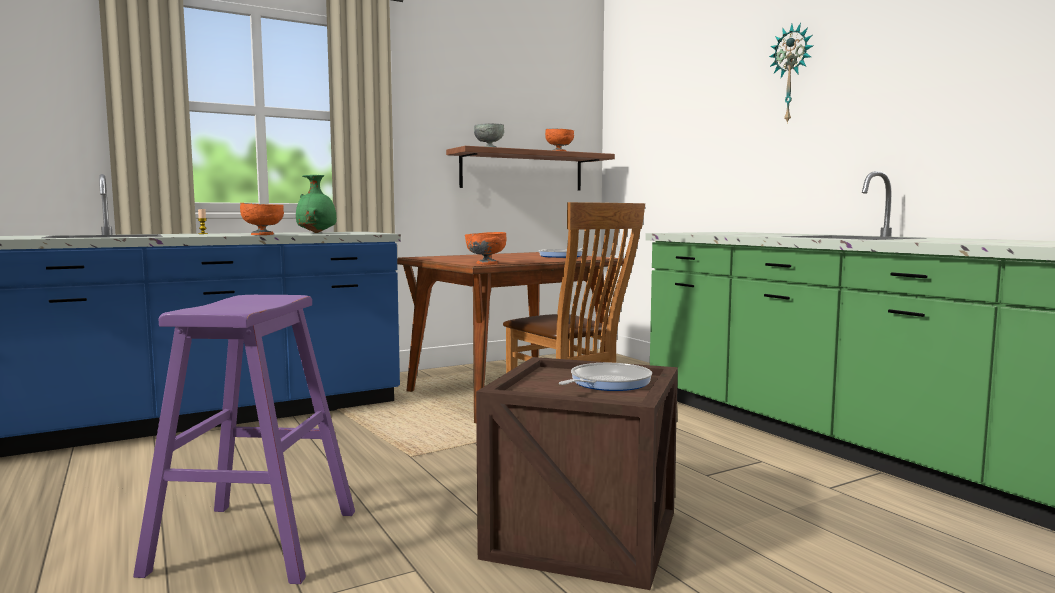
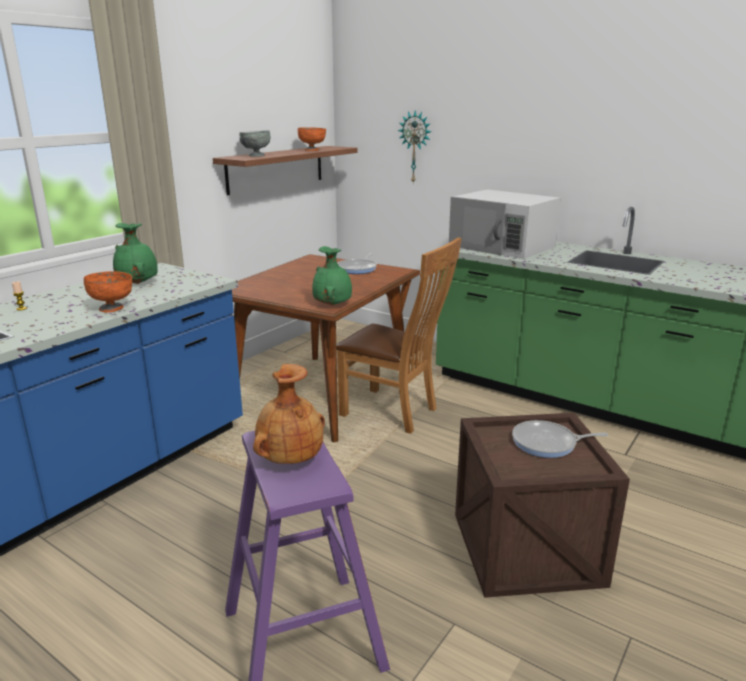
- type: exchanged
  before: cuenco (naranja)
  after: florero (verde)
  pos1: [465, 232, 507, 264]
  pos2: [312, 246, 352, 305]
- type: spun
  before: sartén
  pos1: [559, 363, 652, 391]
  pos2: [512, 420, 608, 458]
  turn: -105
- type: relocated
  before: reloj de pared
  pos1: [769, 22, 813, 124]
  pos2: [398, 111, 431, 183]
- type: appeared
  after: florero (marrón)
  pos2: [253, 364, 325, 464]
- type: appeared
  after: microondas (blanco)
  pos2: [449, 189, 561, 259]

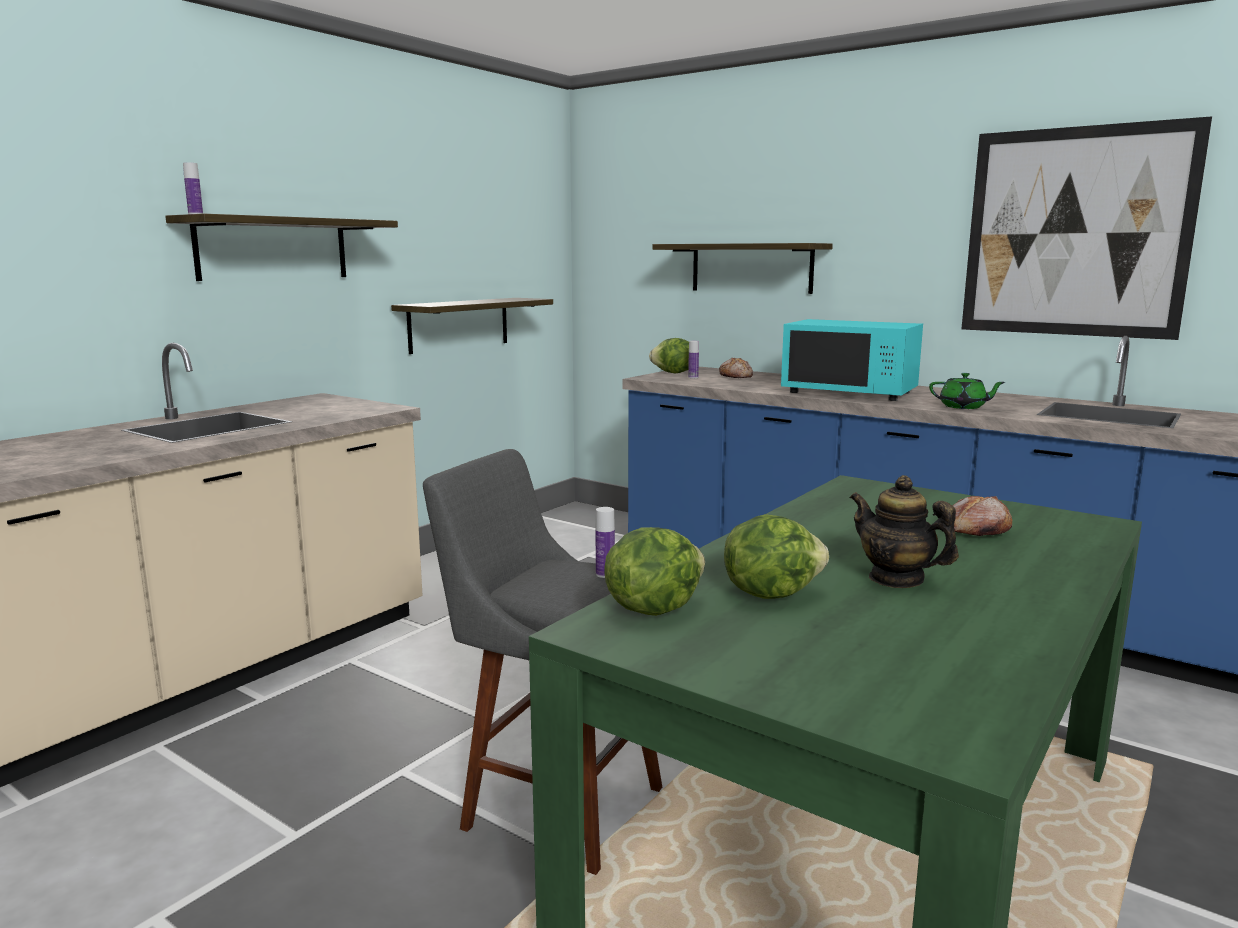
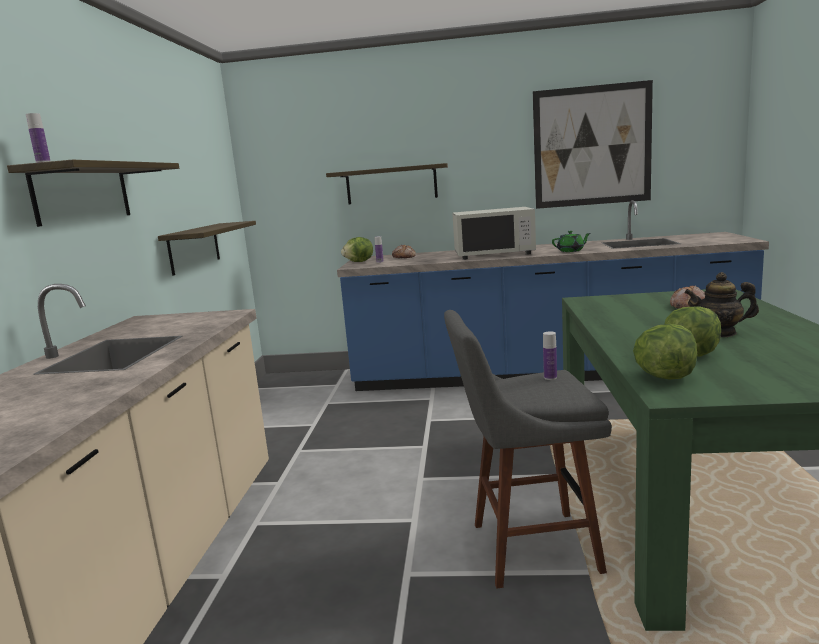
- type: colour
  before: microondas (turquesa)
  after: microondas (blanco)
  pos1: [781, 319, 923, 401]
  pos2: [452, 207, 536, 260]

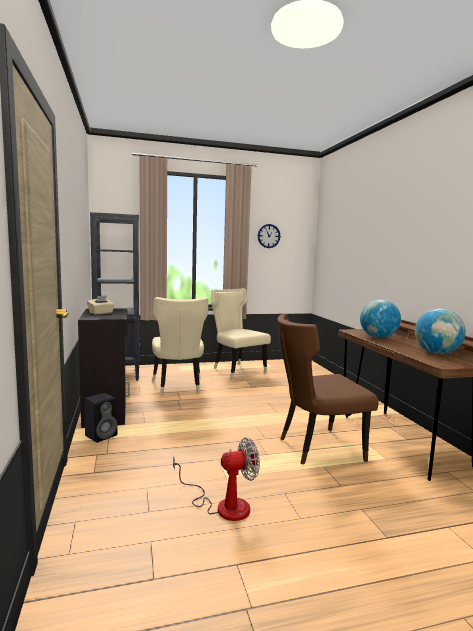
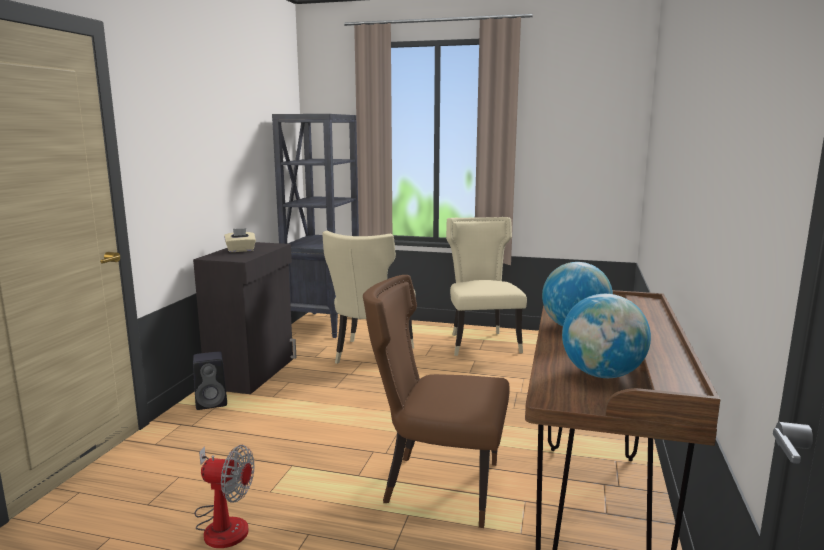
- type: missing
  before: reloj de pared
  pos1: [258, 224, 280, 248]

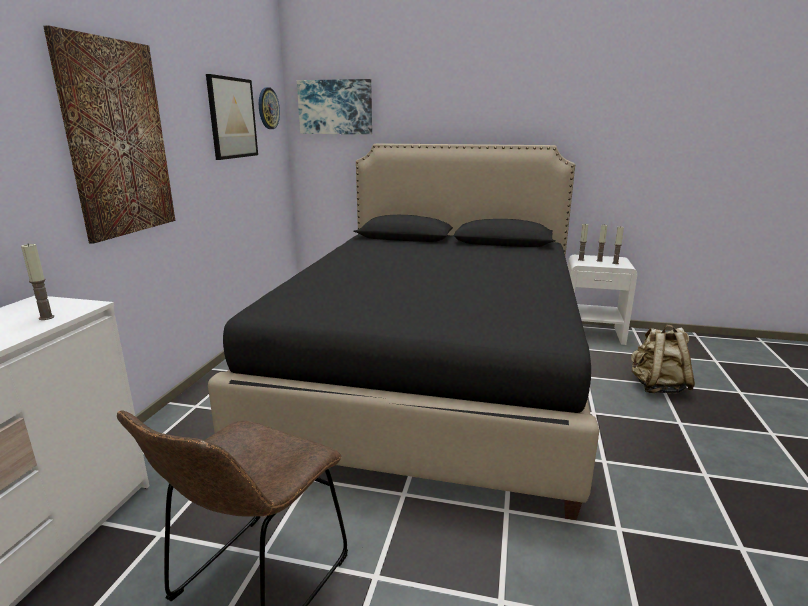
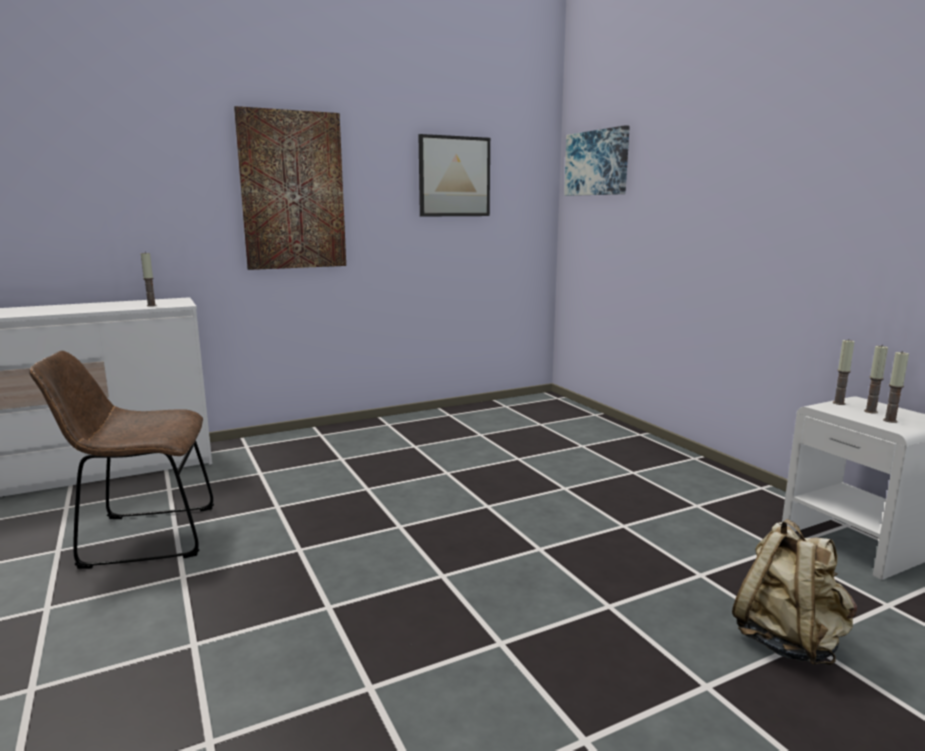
- type: missing
  before: cama (negro)
  pos1: [208, 143, 599, 520]
- type: missing
  before: reloj de pared
  pos1: [259, 87, 280, 129]

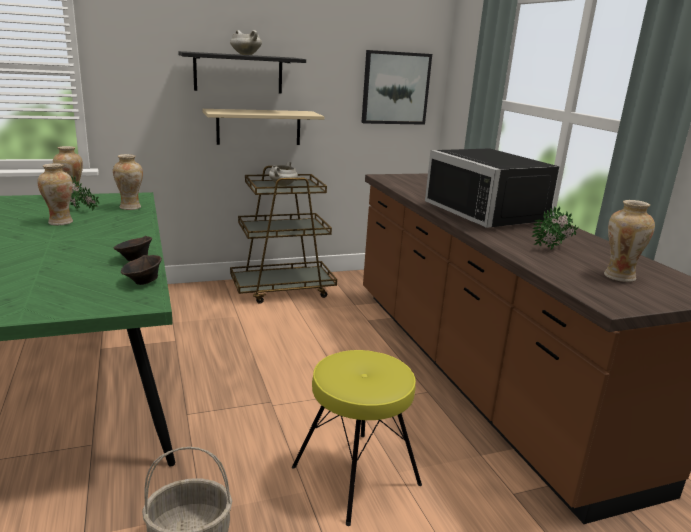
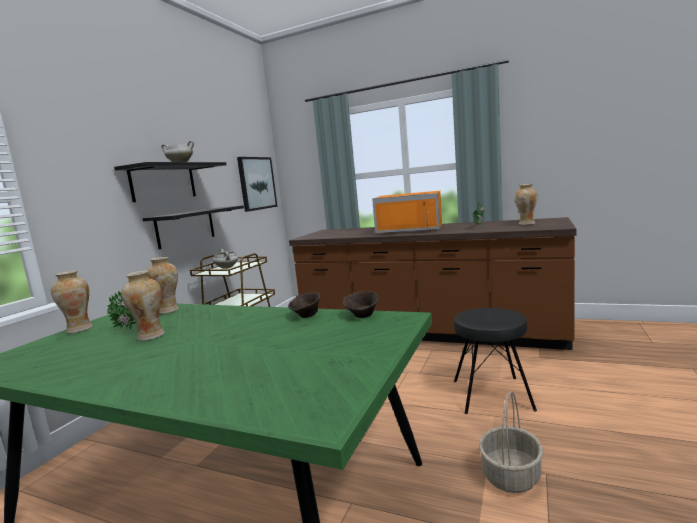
- type: colour
  before: estante (beis)
  after: estante (negro)
  pos1: [202, 109, 324, 145]
  pos2: [142, 206, 244, 249]
- type: colour
  before: taburete (amarillo)
  after: taburete (negro)
  pos1: [292, 350, 422, 526]
  pos2: [454, 308, 537, 414]
- type: colour
  before: microondas (negro)
  after: microondas (naranja)
  pos1: [425, 148, 559, 228]
  pos2: [372, 191, 442, 234]

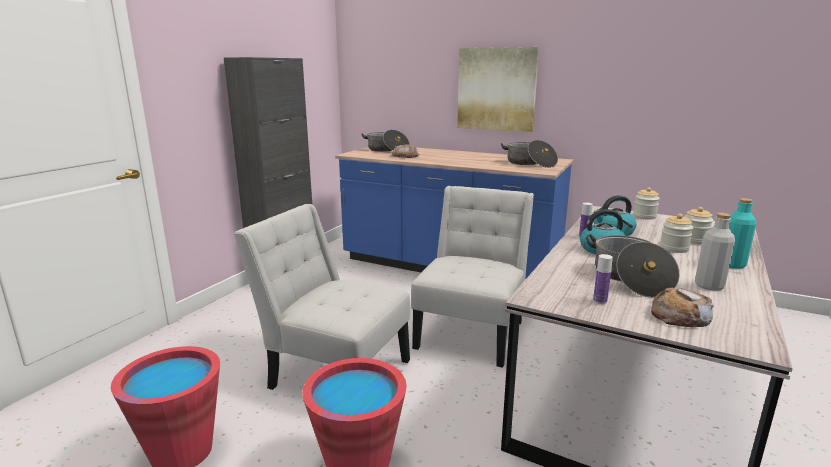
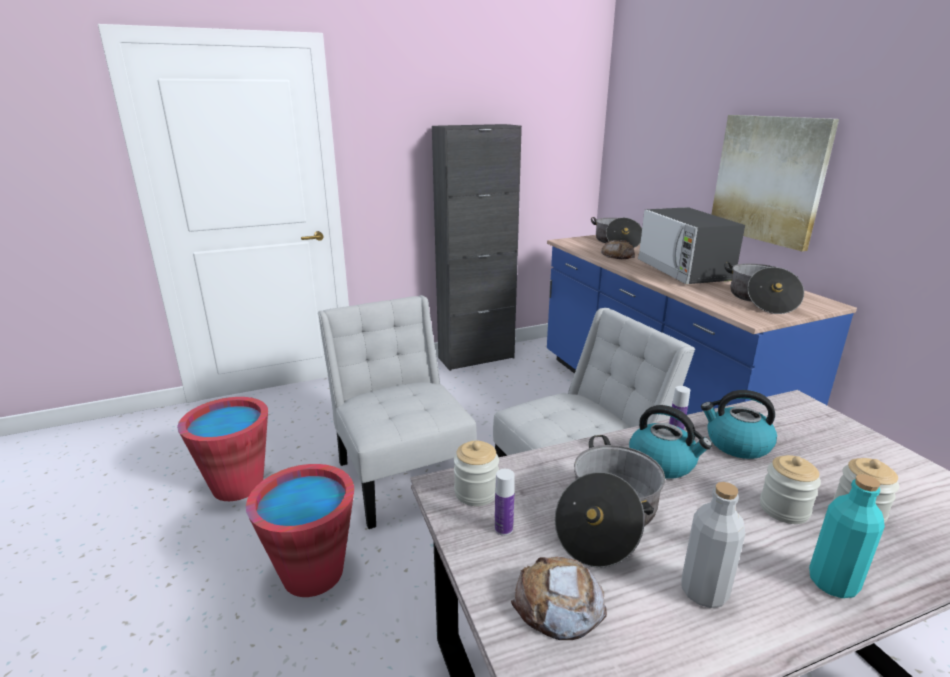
- type: relocated
  before: tarro
  pos1: [633, 187, 660, 220]
  pos2: [454, 441, 499, 506]
- type: appeared
  after: microondas
  pos2: [638, 207, 745, 284]

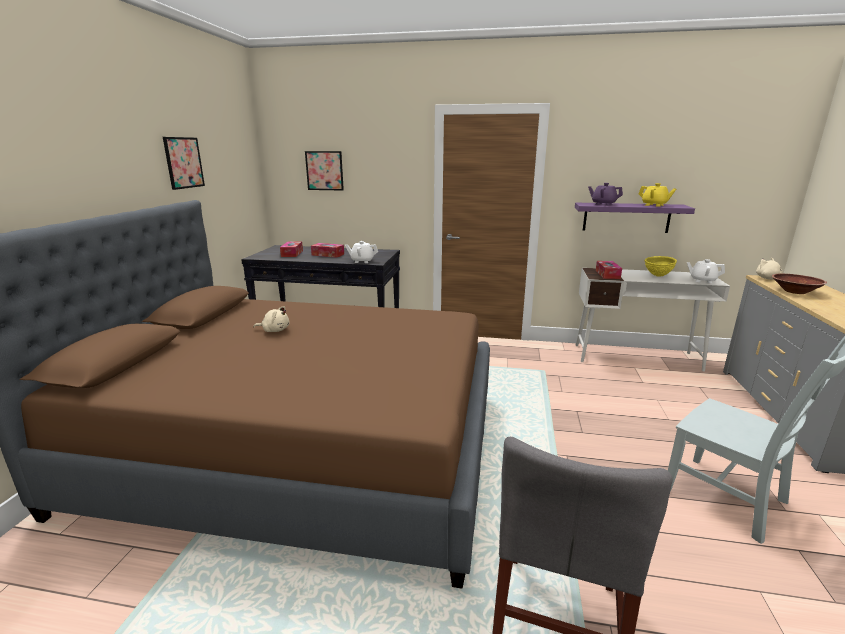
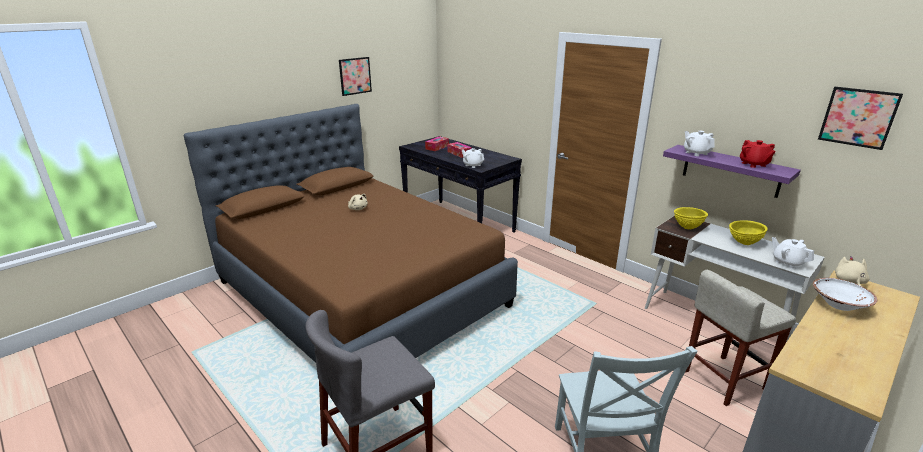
- type: relocated
  before: cuadro
  pos1: [305, 151, 344, 191]
  pos2: [818, 87, 903, 150]
- type: colour
  before: tetera (morado)
  after: tetera (blanco)
  pos1: [588, 183, 623, 206]
  pos2: [684, 131, 715, 156]
- type: exchanged
  before: caja de pañuelos
  after: cuenco (amarillo)
  pos1: [596, 261, 622, 279]
  pos2: [674, 207, 708, 229]
- type: colour
  before: tetera (amarillo)
  after: tetera (rojo)
  pos1: [638, 183, 676, 207]
  pos2: [740, 140, 776, 168]
- type: colour
  before: cuenco (marrón)
  after: cuenco (blanco)
  pos1: [772, 274, 827, 294]
  pos2: [813, 278, 877, 311]
- type: appeared
  after: taburete (beis)
  pos2: [685, 270, 796, 406]

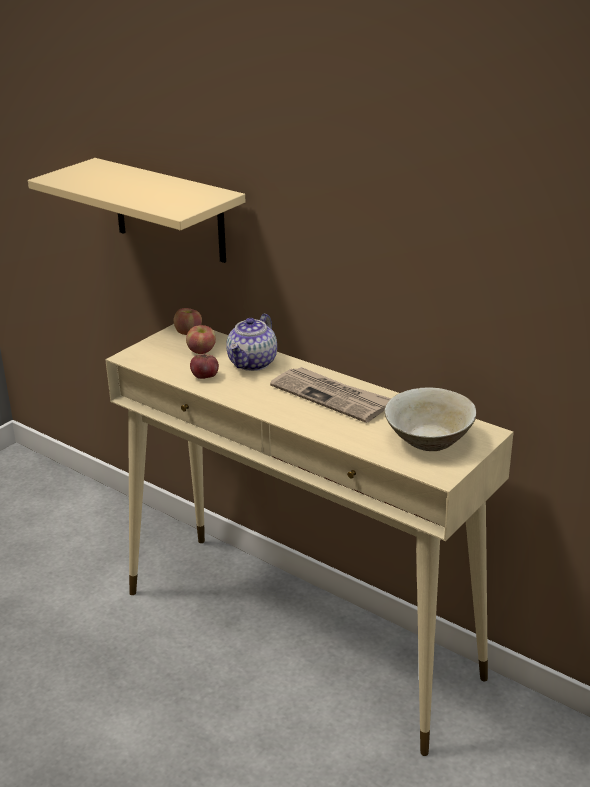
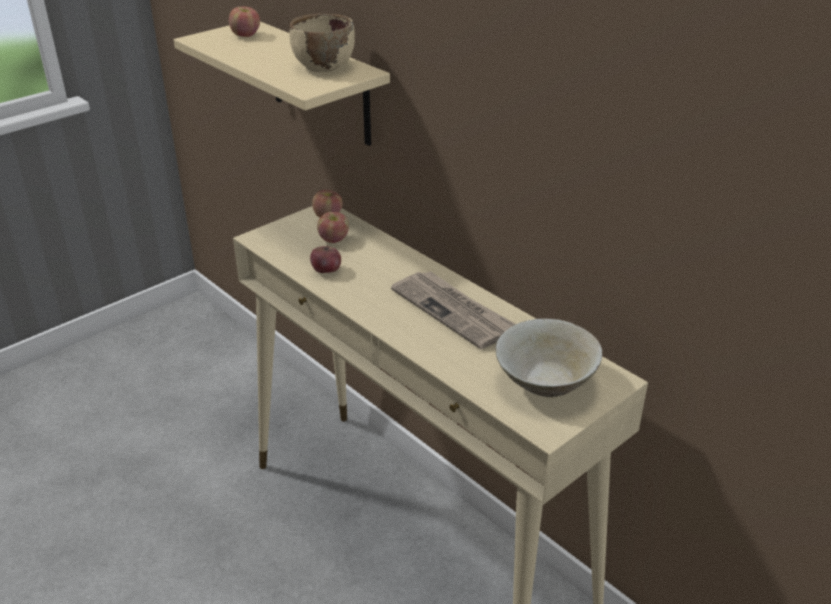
- type: missing
  before: tetera
  pos1: [226, 314, 277, 371]
- type: appeared
  after: manzana
  pos2: [229, 6, 260, 37]
- type: appeared
  after: cuenco (beis)
  pos2: [289, 14, 355, 72]

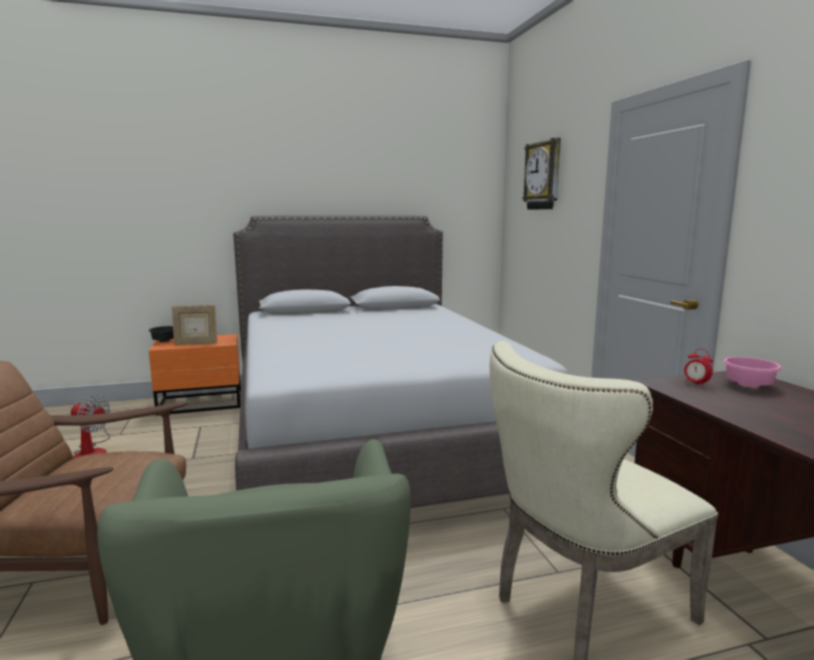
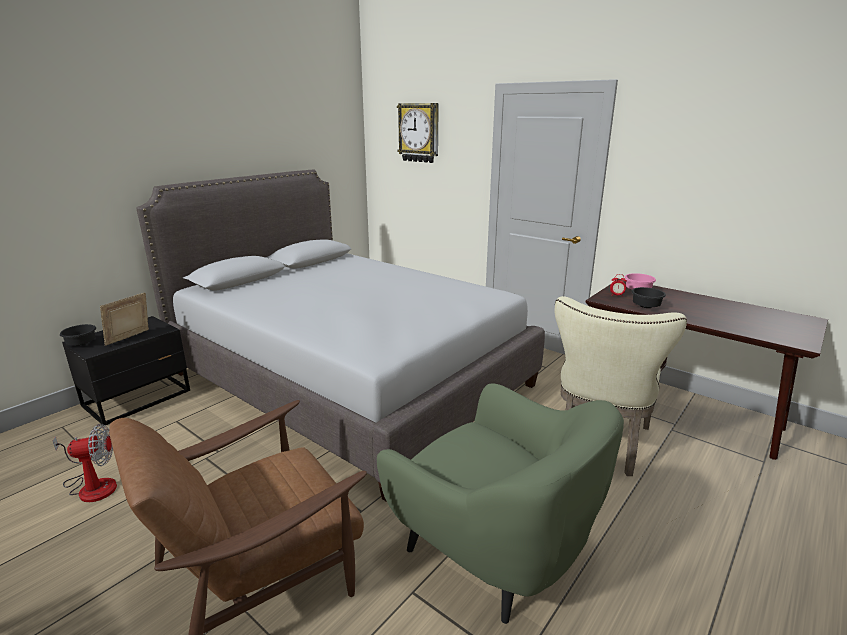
- type: colour
  before: mesita de noche (naranja)
  after: mesita de noche (negro)
  pos1: [149, 334, 241, 414]
  pos2: [62, 316, 190, 426]
- type: spun
  before: portarretratos
  pos1: [172, 305, 217, 345]
  pos2: [100, 293, 149, 346]
  turn: 150
- type: appeared
  after: cuenco (negro)
  pos2: [631, 287, 666, 308]

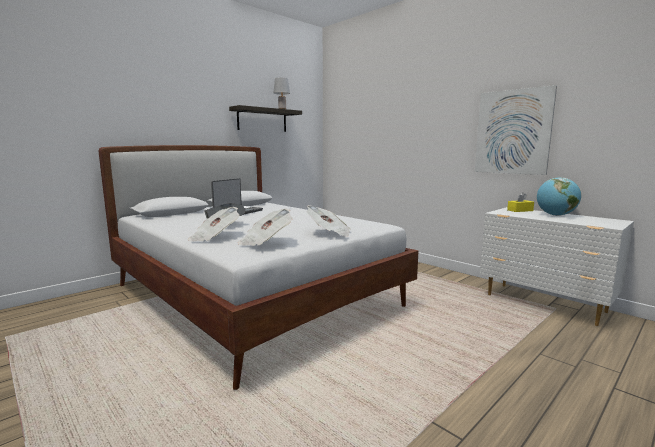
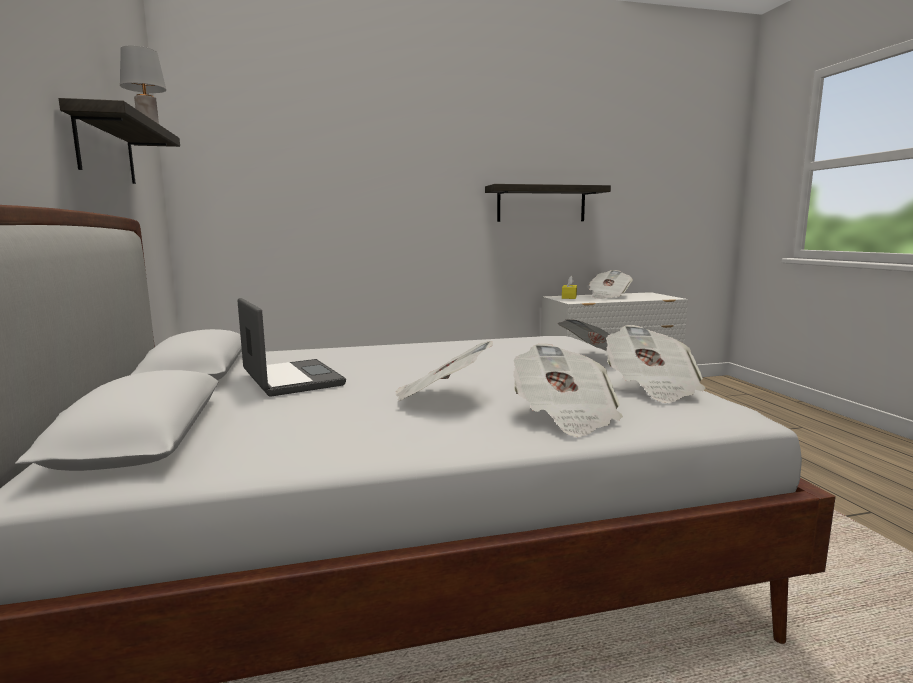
- type: exchanged
  before: cuadro
  after: estante
  pos1: [475, 85, 557, 175]
  pos2: [485, 184, 611, 222]
- type: exchanged
  before: globo terráqueo
  after: periódico
  pos1: [537, 177, 581, 216]
  pos2: [589, 270, 633, 299]

